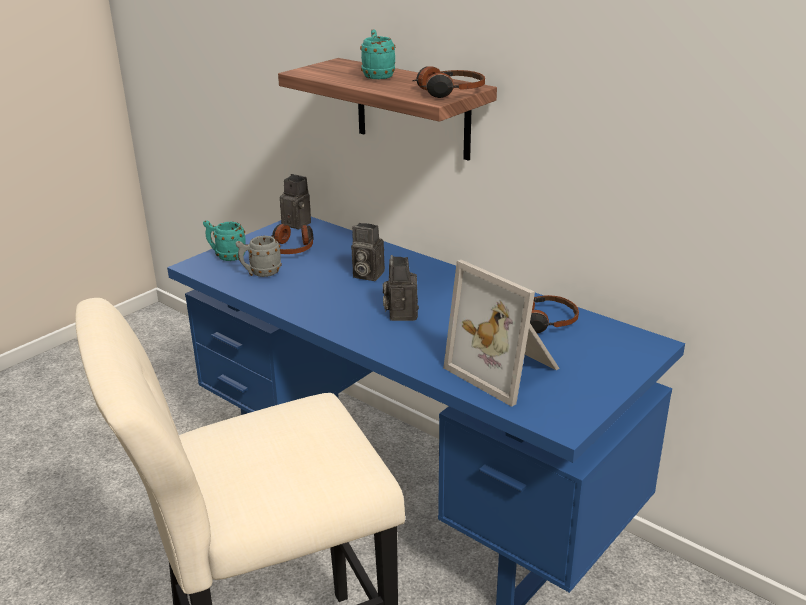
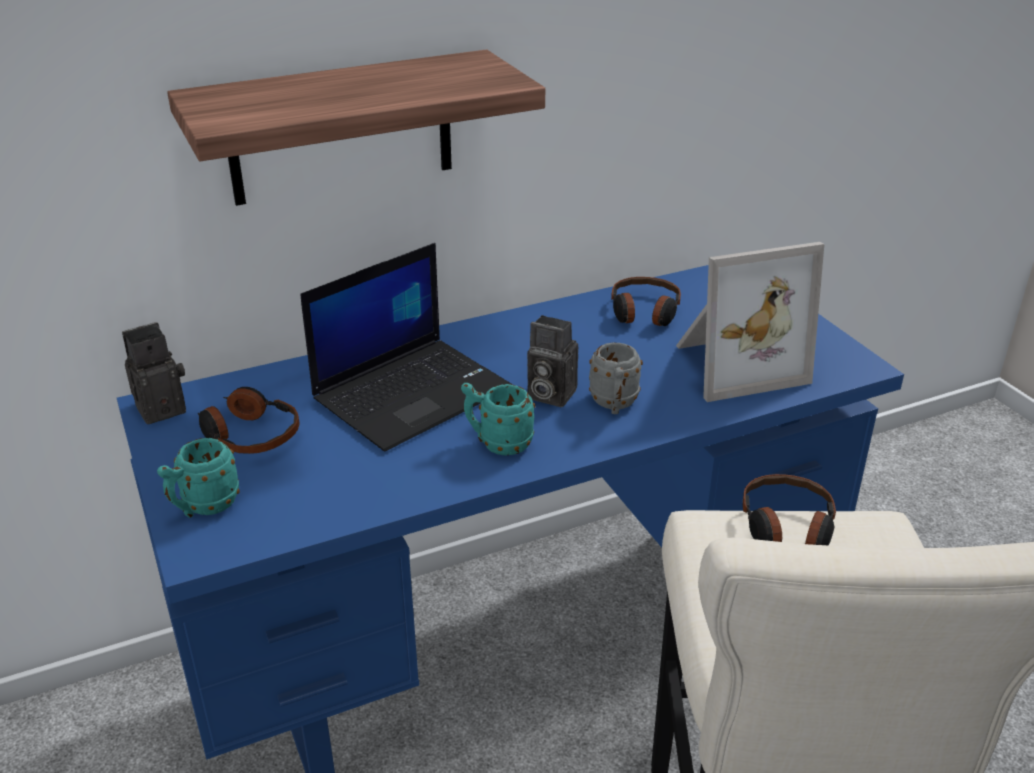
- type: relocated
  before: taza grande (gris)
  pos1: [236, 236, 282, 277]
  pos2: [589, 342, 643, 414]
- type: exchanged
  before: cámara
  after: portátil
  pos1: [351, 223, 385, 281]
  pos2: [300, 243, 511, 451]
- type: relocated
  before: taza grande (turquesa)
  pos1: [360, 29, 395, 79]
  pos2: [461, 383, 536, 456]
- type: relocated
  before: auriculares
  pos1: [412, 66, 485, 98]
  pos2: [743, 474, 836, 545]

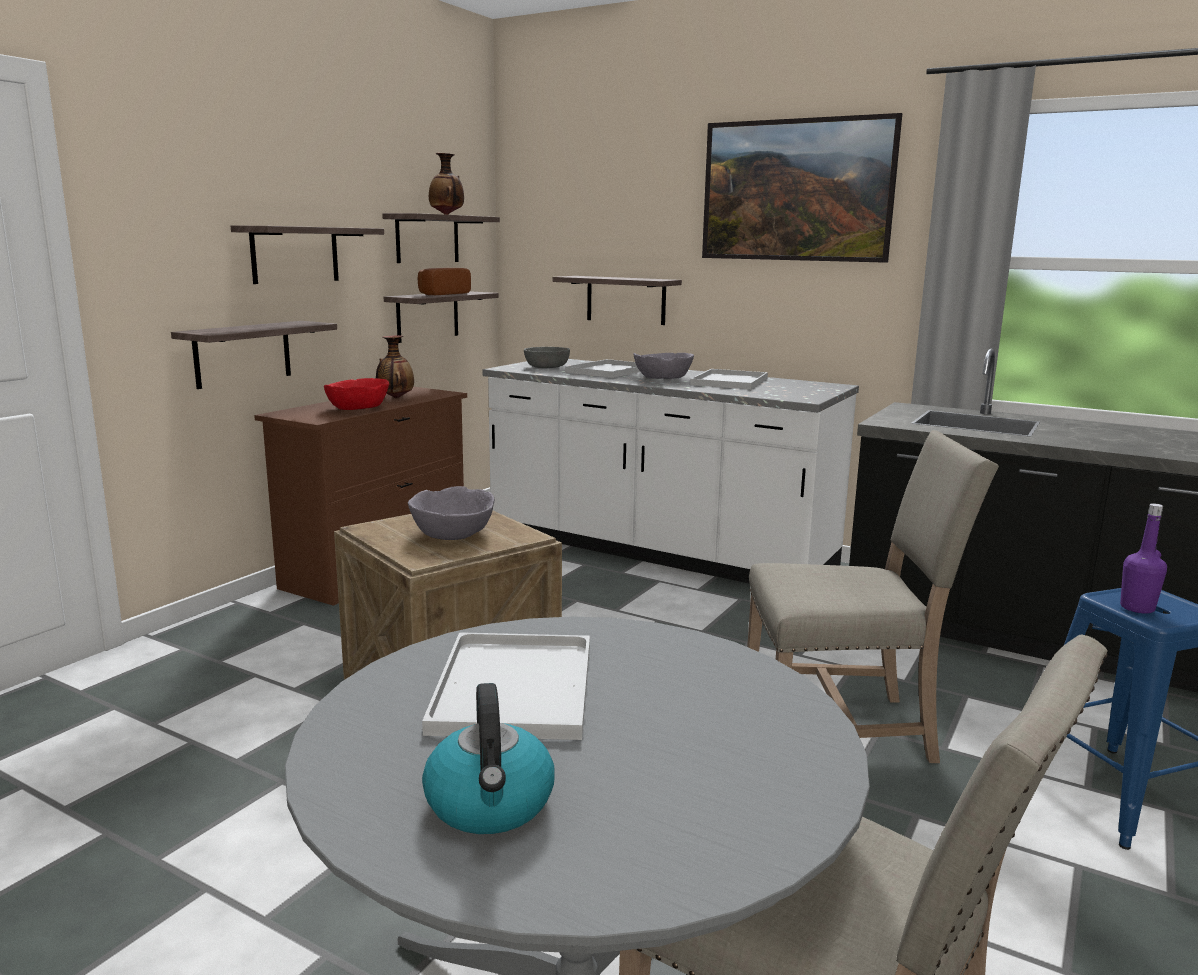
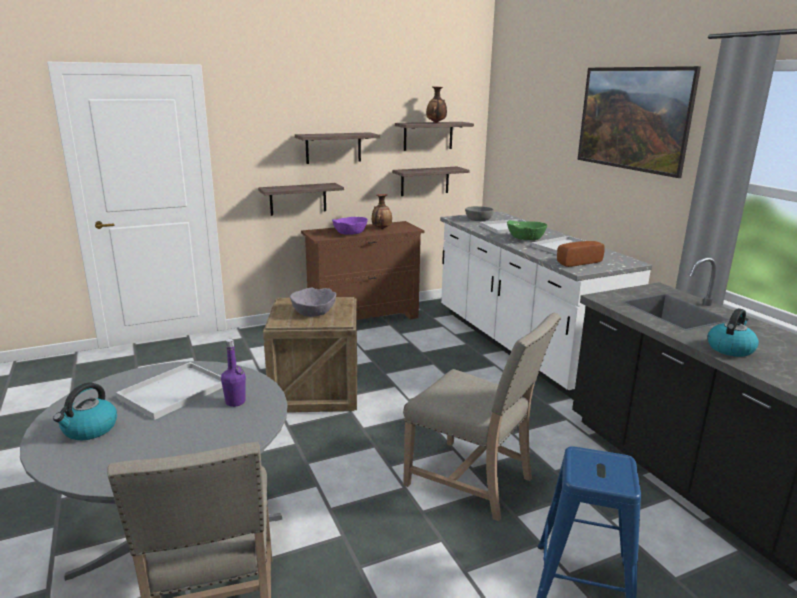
- type: colour
  before: cuenco (rojo)
  after: cuenco (morado)
  pos1: [324, 378, 389, 410]
  pos2: [332, 217, 368, 234]
- type: relocated
  before: pan
  pos1: [418, 268, 471, 295]
  pos2: [557, 241, 605, 267]
- type: missing
  before: estante
  pos1: [553, 276, 682, 325]
- type: colour
  before: cuenco (gris)
  after: cuenco (verde)
  pos1: [634, 353, 694, 379]
  pos2: [507, 220, 547, 240]
- type: relocated
  before: botella (morado)
  pos1: [1120, 503, 1167, 614]
  pos2: [221, 339, 246, 407]
- type: appeared
  after: hervidor
  pos2: [708, 308, 759, 357]

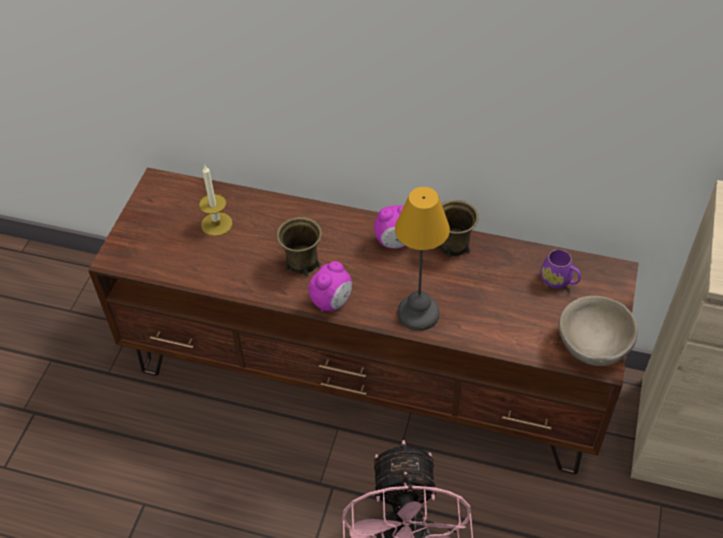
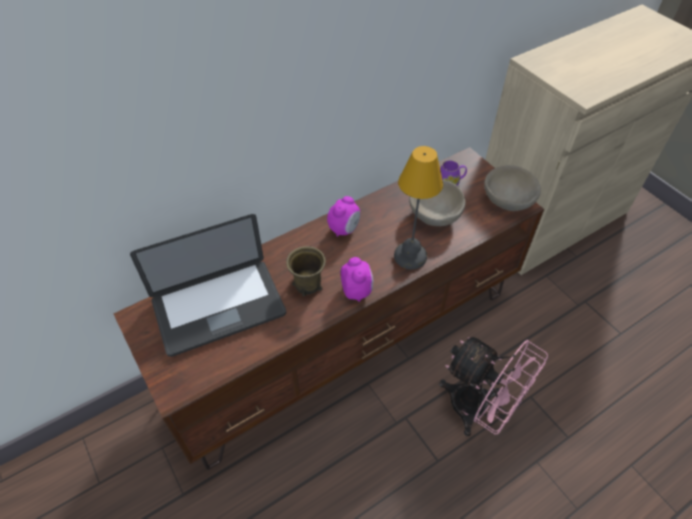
- type: exchanged
  before: vela
  after: portátil
  pos1: [199, 165, 232, 236]
  pos2: [130, 214, 286, 357]
- type: missing
  before: taza grande (marrón)
  pos1: [439, 200, 479, 258]
- type: appeared
  after: cuenco (beis)
  pos2: [409, 180, 465, 226]

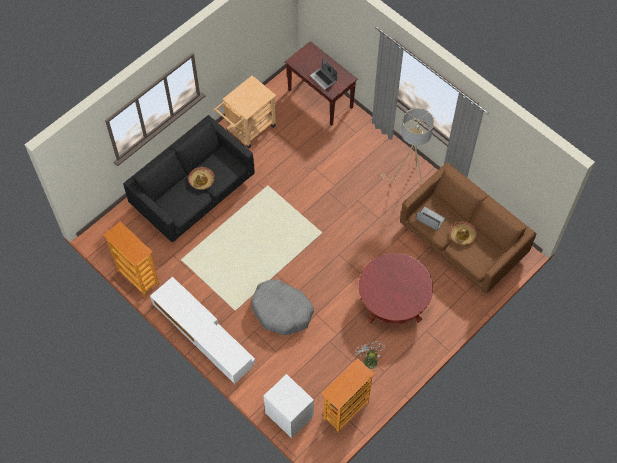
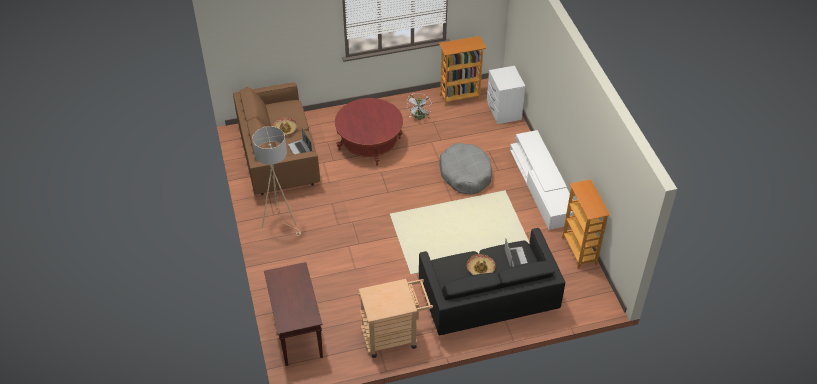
- type: relocated
  before: portátil
  pos1: [310, 58, 337, 90]
  pos2: [504, 239, 528, 267]

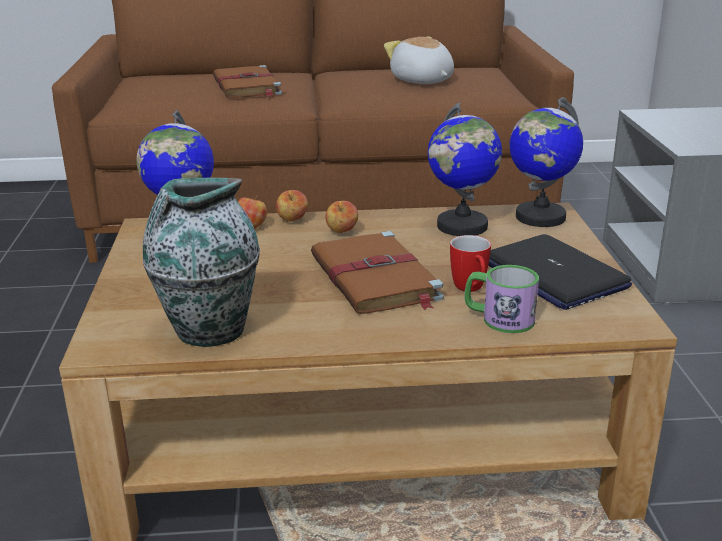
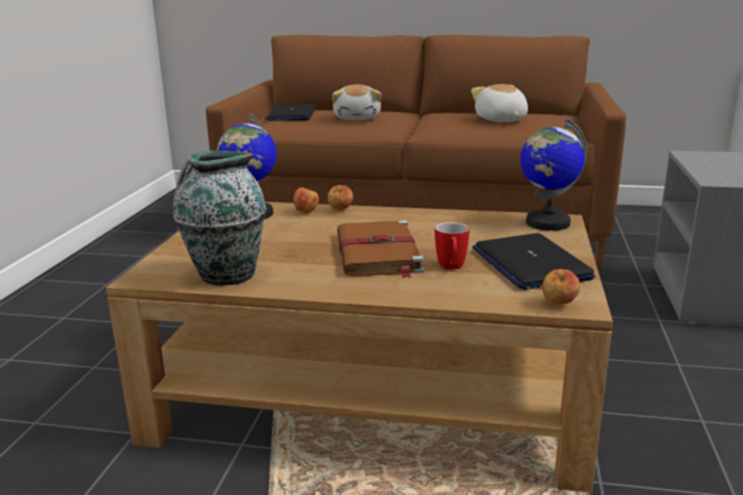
- type: exchanged
  before: libro (marrón)
  after: peluche
  pos1: [213, 65, 282, 98]
  pos2: [332, 84, 381, 120]
- type: relocated
  before: manzana
  pos1: [325, 201, 358, 233]
  pos2: [542, 269, 580, 305]
- type: missing
  before: globo terráqueo
  pos1: [428, 102, 502, 236]
- type: missing
  before: taza grande
  pos1: [464, 265, 539, 333]
- type: appeared
  after: portátil
  pos2: [265, 104, 316, 121]

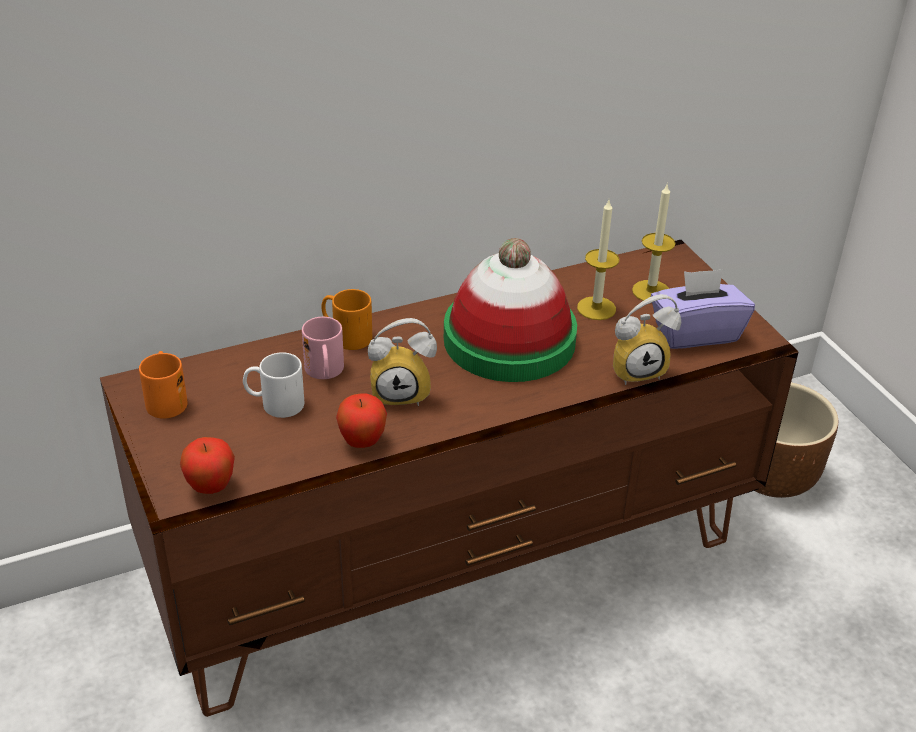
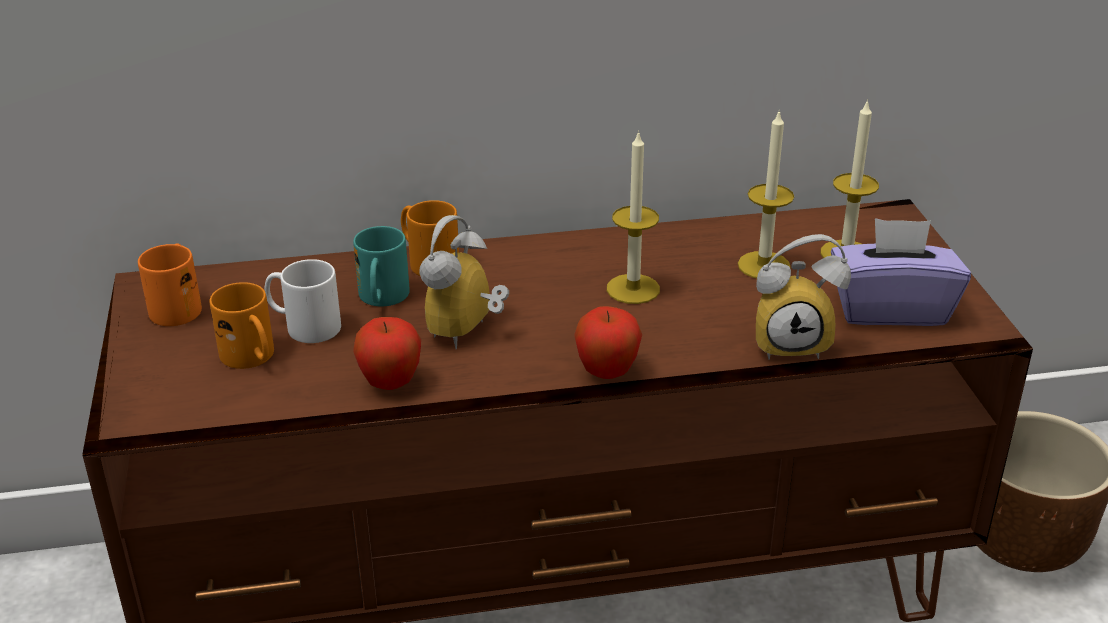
- type: relocated
  before: manzana
  pos1: [180, 437, 235, 494]
  pos2: [574, 306, 642, 379]
- type: colour
  before: taza grande (rosa)
  after: taza grande (turquesa)
  pos1: [302, 317, 344, 379]
  pos2: [353, 226, 410, 306]
- type: spun
  before: despertador
  pos1: [368, 318, 437, 406]
  pos2: [420, 215, 509, 350]
  turn: 105
- type: exchanged
  before: sombrero
  after: vela
  pos1: [444, 238, 577, 382]
  pos2: [607, 130, 660, 304]
- type: appeared
  after: taza grande (naranja)
  pos2: [209, 282, 274, 369]

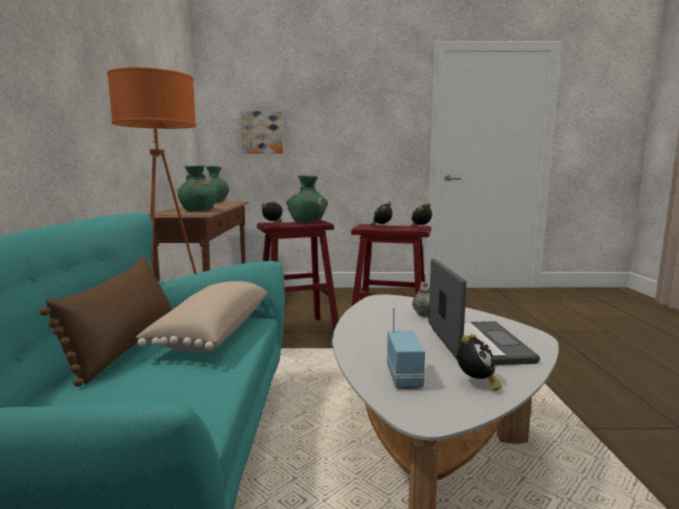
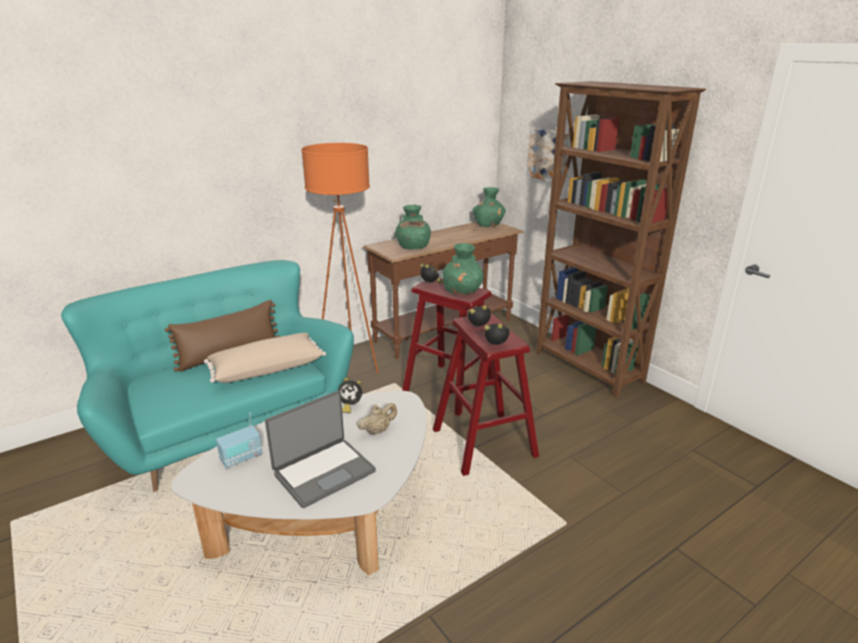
- type: relocated
  before: despertador
  pos1: [457, 334, 502, 391]
  pos2: [338, 378, 362, 413]
- type: appeared
  after: estantería (marrón)
  pos2: [536, 81, 706, 398]

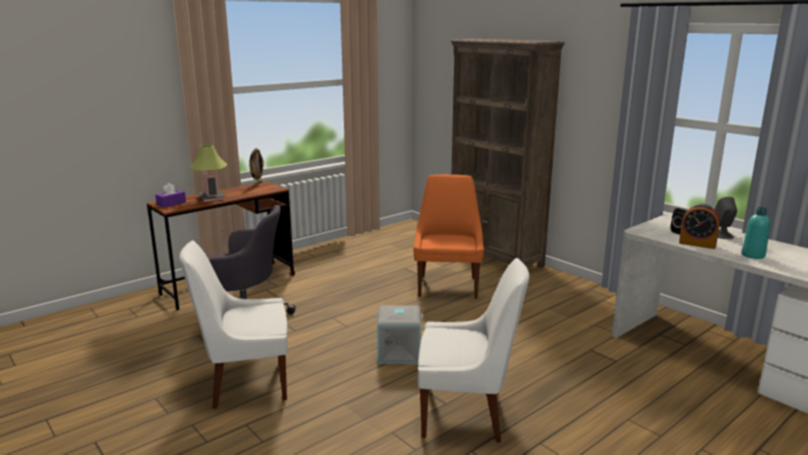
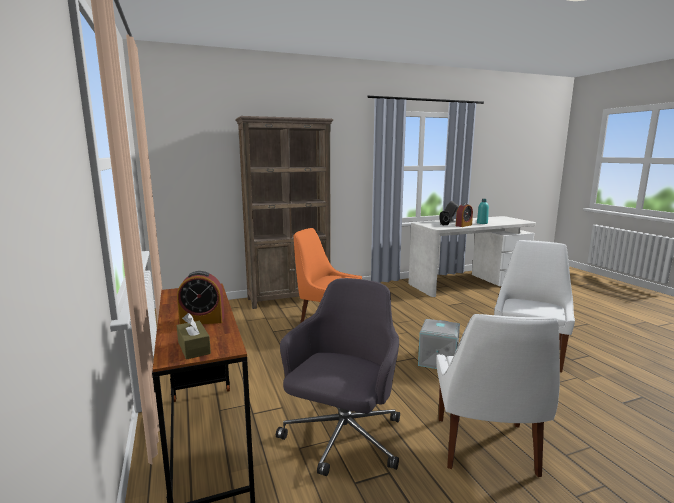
- type: colour
  before: caja de pañuelos (morado)
  after: caja de pañuelos (marrón)
  pos1: [155, 183, 186, 208]
  pos2: [177, 313, 211, 360]
- type: exchanged
  before: lámpara de mesa
  after: despertador
  pos1: [189, 145, 228, 202]
  pos2: [177, 271, 224, 324]
- type: missing
  before: portarretratos
  pos1: [250, 148, 264, 186]

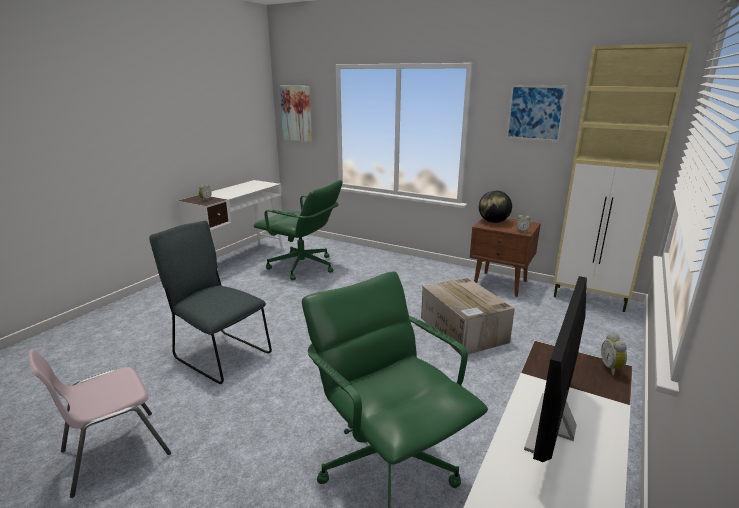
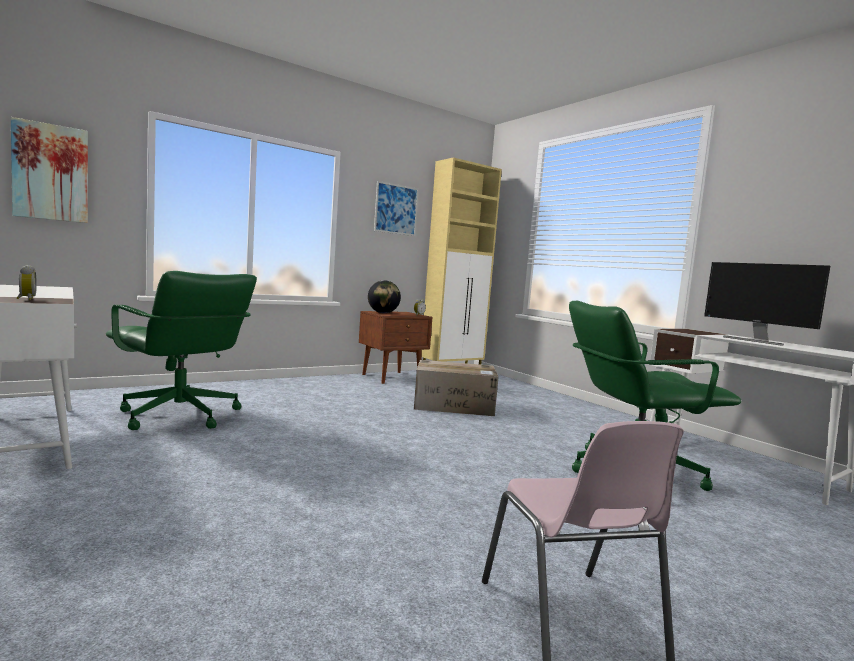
- type: missing
  before: silla (gris)
  pos1: [149, 221, 272, 384]
- type: spun
  before: silla de oficina (verde)
  pos1: [254, 180, 342, 281]
  pos2: [106, 271, 257, 430]
  turn: 75
- type: missing
  before: despertador
  pos1: [601, 332, 627, 376]

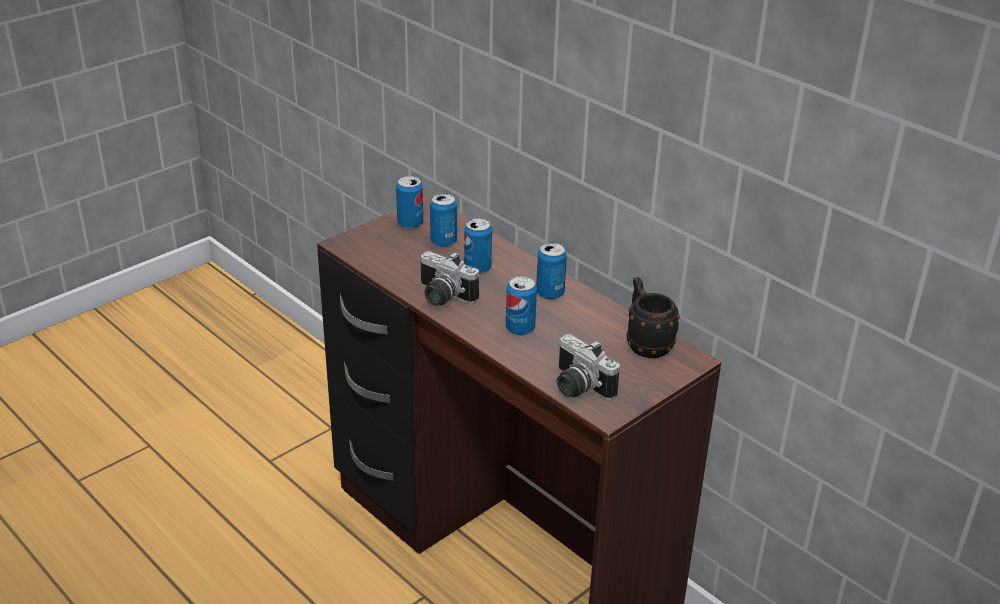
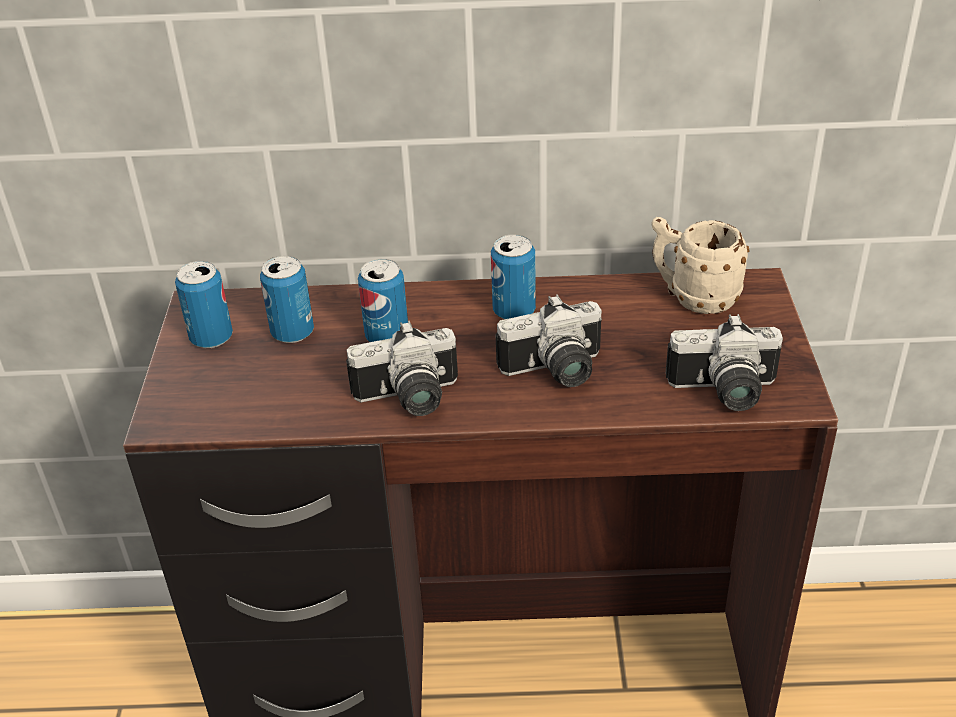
- type: exchanged
  before: lata
  after: cámara
  pos1: [506, 276, 537, 335]
  pos2: [496, 295, 602, 387]
- type: colour
  before: taza grande (negro)
  after: taza grande (beis)
  pos1: [626, 277, 680, 358]
  pos2: [652, 217, 749, 314]

